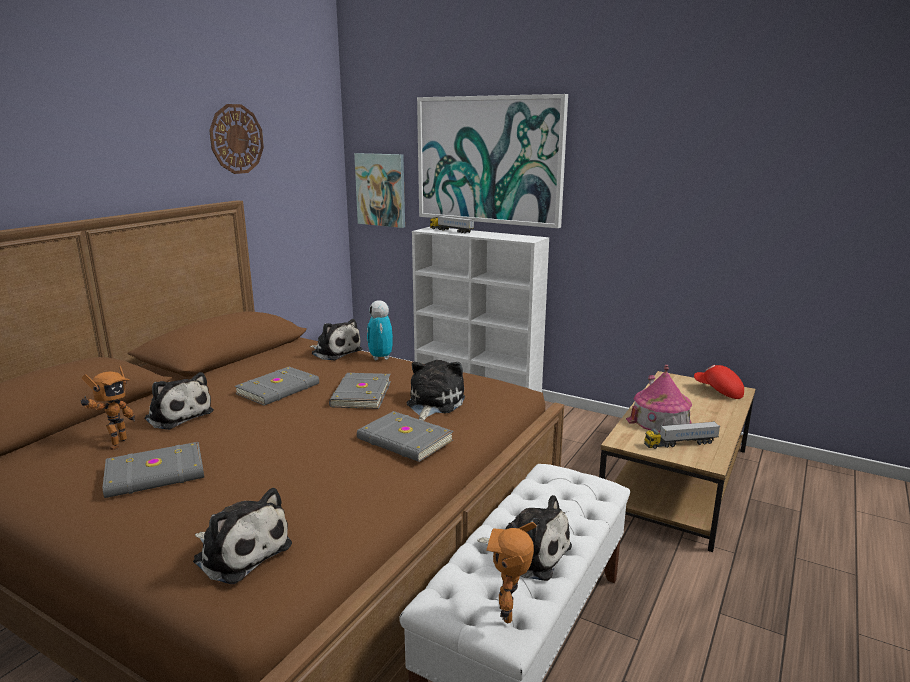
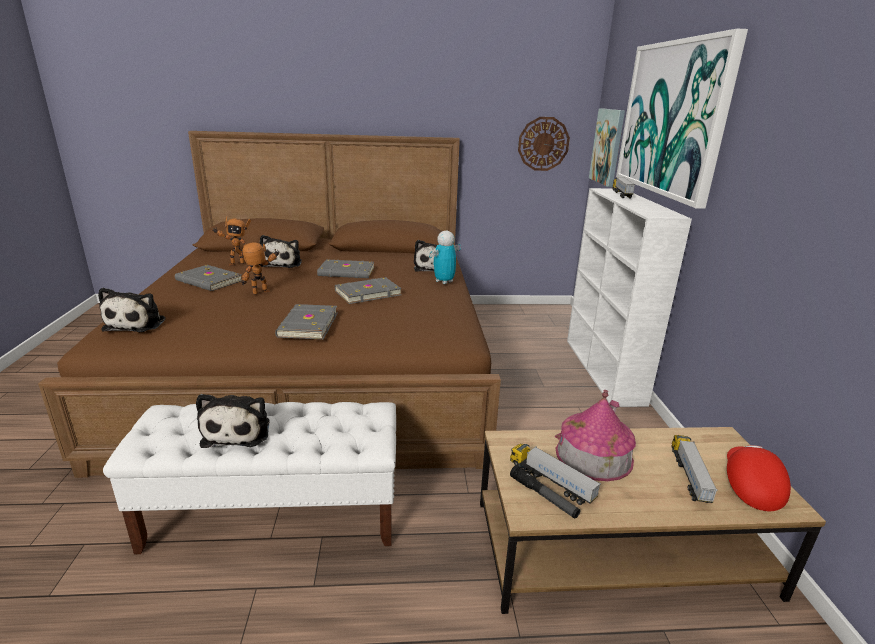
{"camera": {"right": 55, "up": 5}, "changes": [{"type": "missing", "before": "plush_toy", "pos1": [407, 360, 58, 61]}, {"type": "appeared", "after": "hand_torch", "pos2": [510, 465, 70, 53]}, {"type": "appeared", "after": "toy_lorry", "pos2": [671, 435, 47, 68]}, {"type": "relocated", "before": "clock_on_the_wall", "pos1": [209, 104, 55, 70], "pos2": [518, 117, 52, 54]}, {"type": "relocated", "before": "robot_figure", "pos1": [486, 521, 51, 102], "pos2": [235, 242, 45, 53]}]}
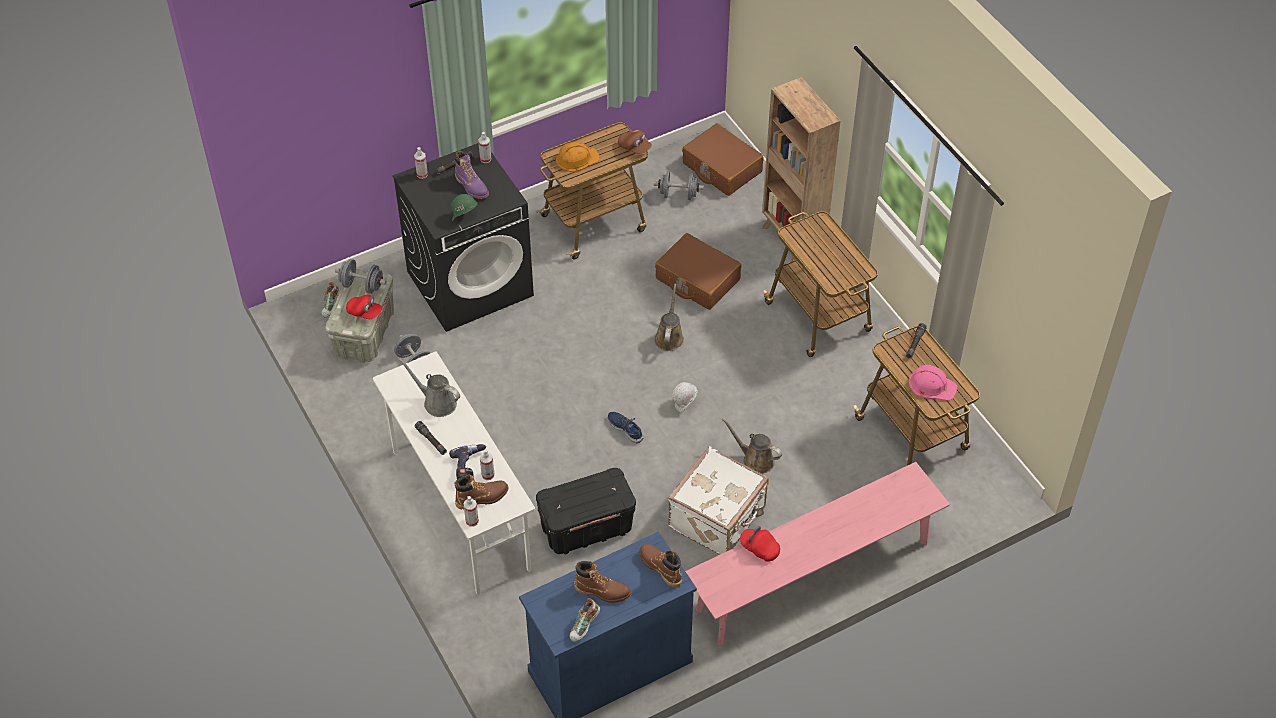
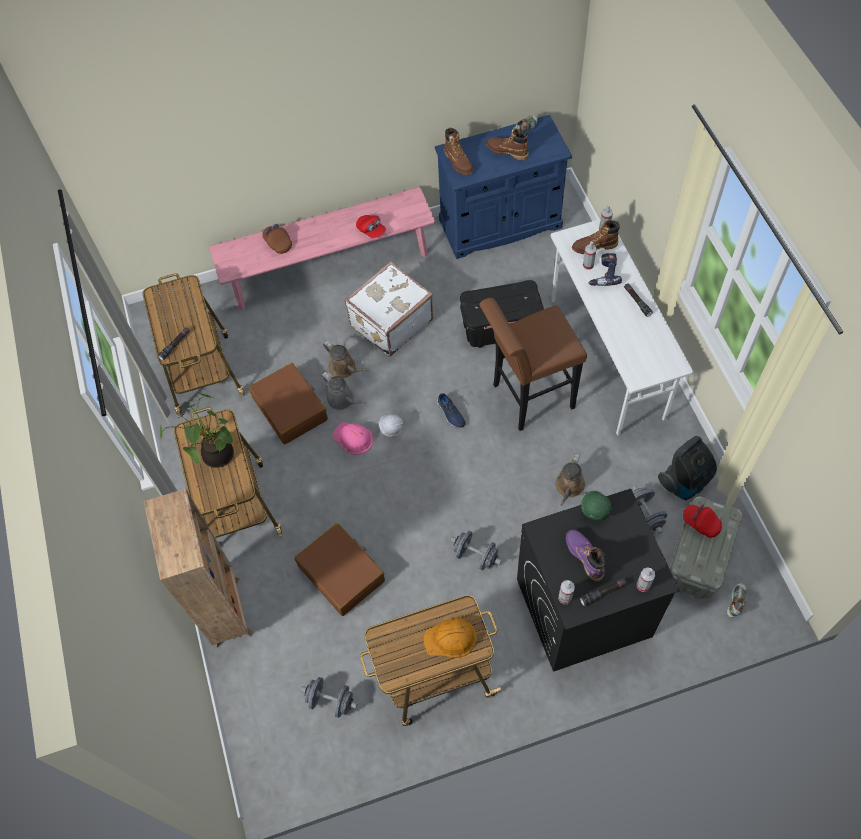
{"camera": {"right": -165, "up": 10}, "changes": [{"type": "appeared", "after": "houseplant", "pos2": [159, 393, 75, 75]}, {"type": "appeared", "after": "brownish_stool_seat", "pos2": [479, 298, 108, 133]}, {"type": "appeared", "after": "hoover", "pos2": [658, 436, 59, 64]}, {"type": "relocated", "before": "gray_hand_weight", "pos1": [335, 259, 52, 35], "pos2": [450, 531, 52, 39]}, {"type": "relocated", "before": "gray_watering_pot", "pos1": [398, 358, 62, 59], "pos2": [321, 372, 44, 38]}, {"type": "relocated", "before": "brownish_baseball_cap", "pos1": [618, 131, 34, 23], "pos2": [262, 224, 30, 30]}, {"type": "relocated", "before": "brownish_watering_pot", "pos1": [654, 284, 30, 67], "pos2": [555, 453, 30, 53]}, {"type": "relocated", "before": "brownish_suitcase", "pos1": [682, 123, 82, 73], "pos2": [249, 363, 79, 82]}, {"type": "relocated", "before": "pink_work_helmet", "pos1": [909, 365, 48, 35], "pos2": [332, 422, 41, 33]}]}
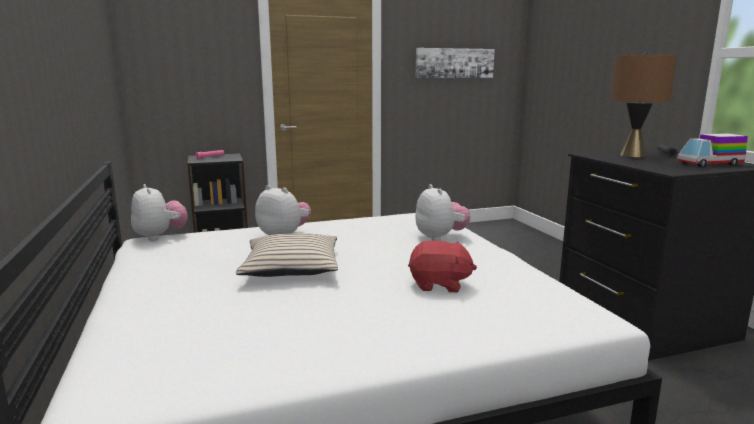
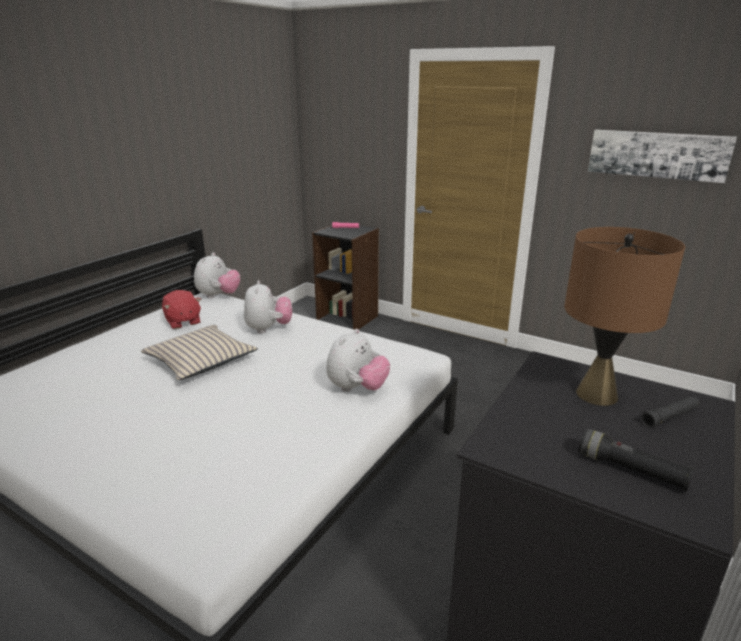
{"camera": {"right": 50, "up": 10}, "changes": [{"type": "relocated", "before": "red-coloured_plush_toy", "pos1": [408, 240, 69, 52], "pos2": [162, 290, 39, 39]}, {"type": "exchanged", "before": "toy_lorry", "after": "black-coloured_hand_torch", "pos1": [677, 133, 71, 34], "pos2": [578, 429, 116, 63]}]}
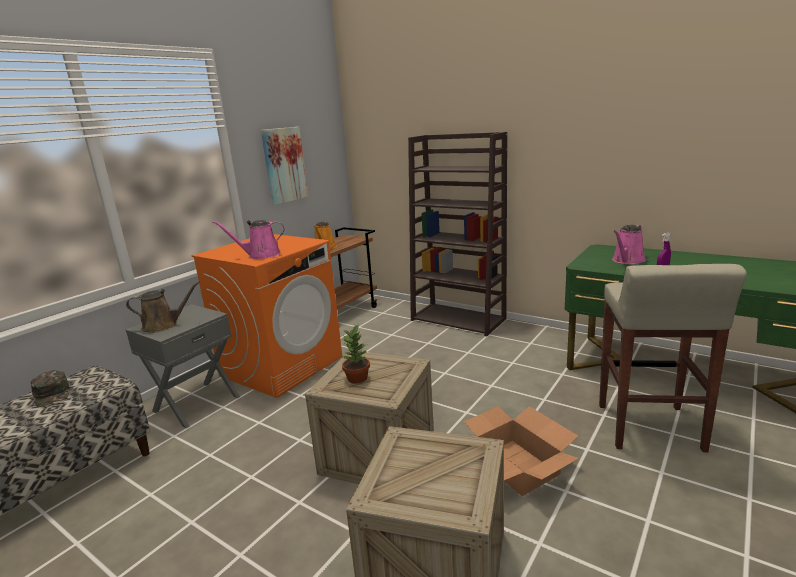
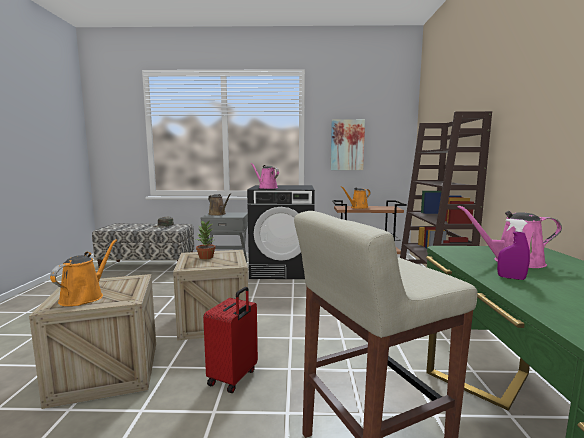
{"camera": {"right": 55, "up": -10}, "changes": [{"type": "appeared", "after": "orange-coloured_watering_pot", "pos2": [50, 239, 67, 67]}, {"type": "exchanged", "before": "packing_box", "after": "red-coloured_suitcase", "pos1": [464, 406, 115, 90], "pos2": [203, 287, 55, 106]}, {"type": "colour", "before": "orange-coloured_laundry_machine", "after": "black-coloured_laundry_machine", "pos1": [191, 234, 151, 164], "pos2": [247, 185, 68, 94]}]}
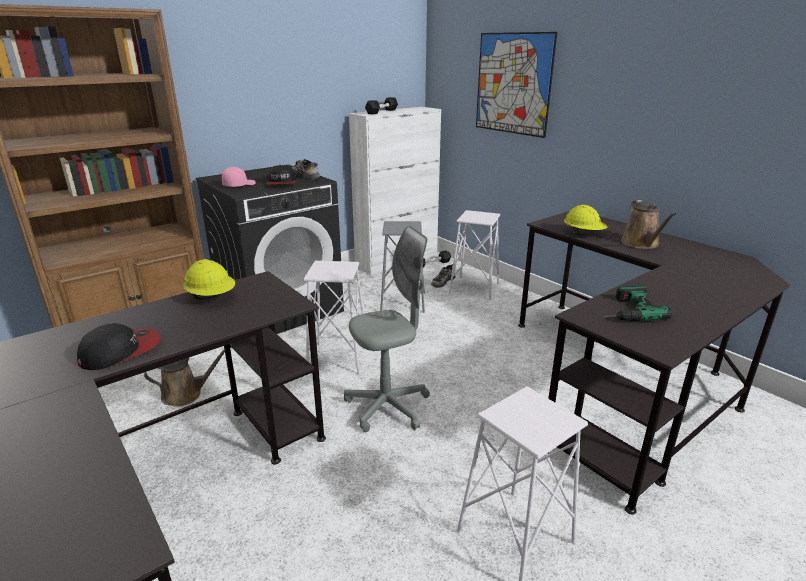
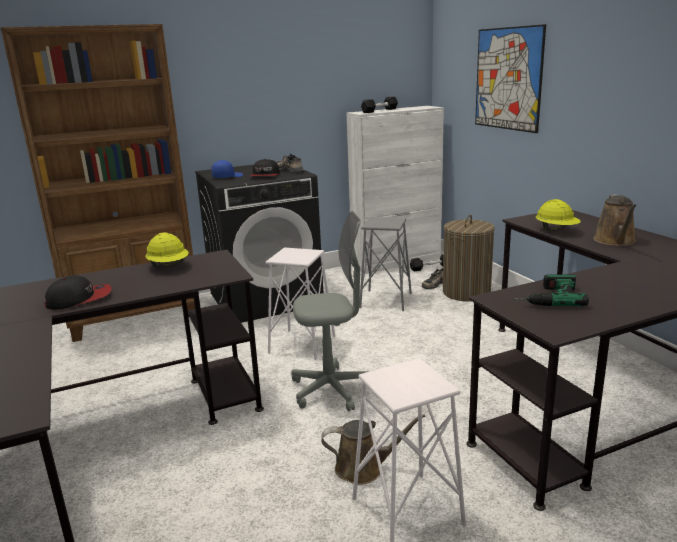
{"camera": {"right": 15, "up": -5}, "changes": [{"type": "relocated", "before": "brownish_watering_pot", "pos1": [144, 350, 81, 57], "pos2": [321, 414, 104, 71]}, {"type": "exchanged", "before": "whitish_stool_seat", "after": "washing_basket", "pos1": [449, 210, 51, 90], "pos2": [443, 215, 52, 87]}, {"type": "colour", "before": "pink_baseball_cap", "after": "blue-coloured_baseball_cap", "pos1": [222, 167, 34, 20], "pos2": [212, 160, 31, 18]}]}
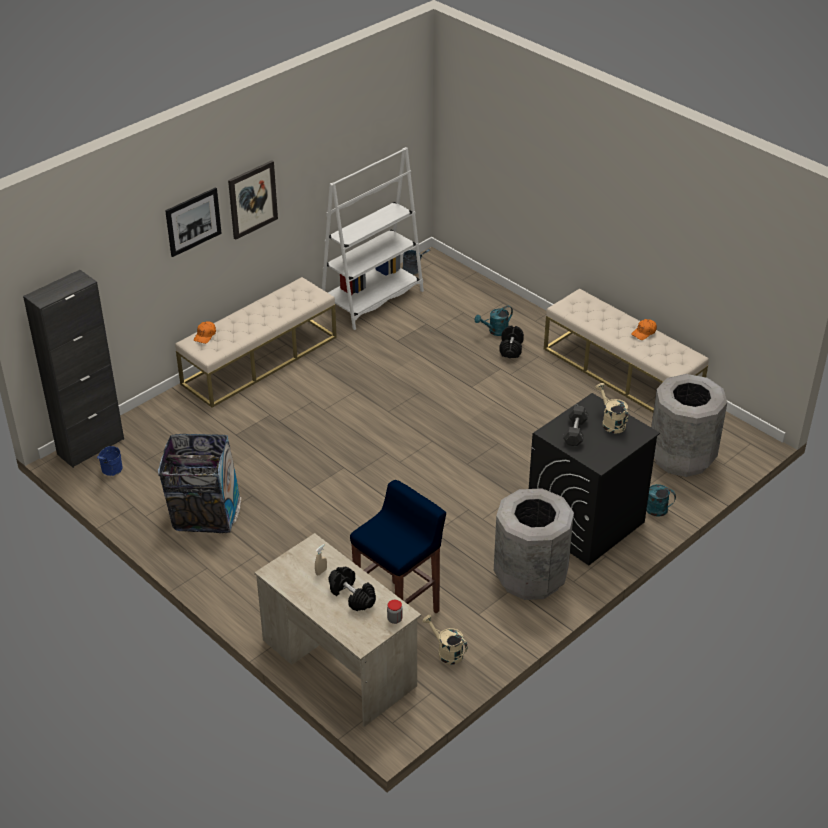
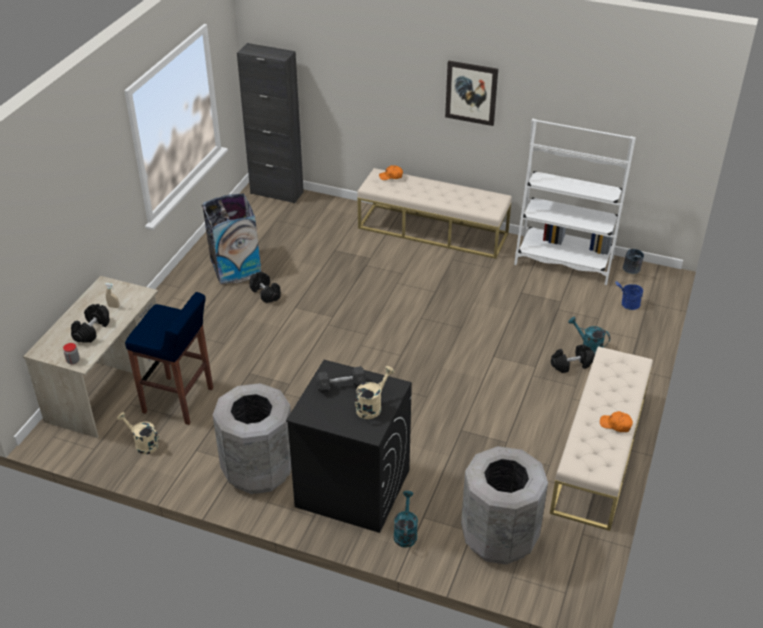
{"camera": {"right": 65, "up": 0}, "changes": [{"type": "missing", "before": "wall_art", "pos1": [165, 187, 57, 70]}, {"type": "appeared", "after": "black-coloured_hand_weight", "pos2": [249, 272, 32, 31]}, {"type": "relocated", "before": "blue-coloured_water_bucket", "pos1": [97, 446, 26, 30], "pos2": [615, 281, 28, 29]}, {"type": "spun", "before": "beige_watering_pot", "pos1": [423, 615, 45, 49], "pos2": [117, 412, 42, 42], "turn": -75}]}
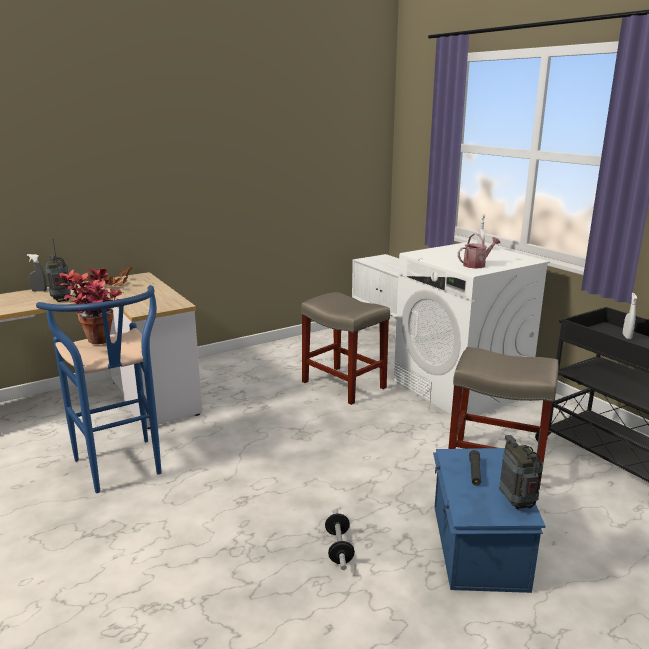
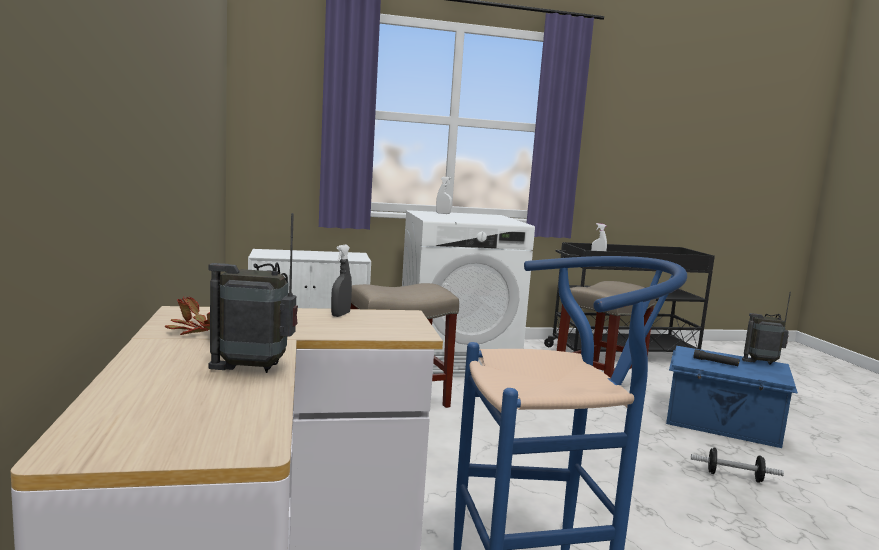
{"camera": {"right": -70, "up": -10}, "changes": [{"type": "missing", "before": "houseplant", "pos1": [59, 267, 65, 77]}, {"type": "missing", "before": "watering_pot", "pos1": [458, 233, 42, 35]}, {"type": "relocated", "before": "gray_sprayer", "pos1": [27, 254, 20, 38], "pos2": [331, 245, 21, 72]}]}
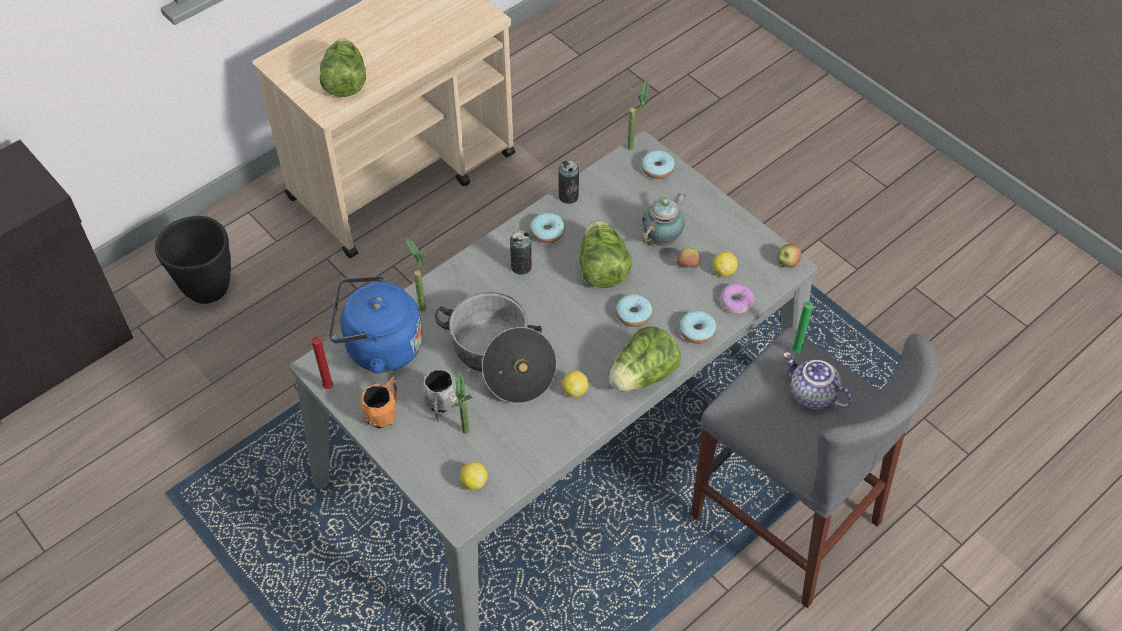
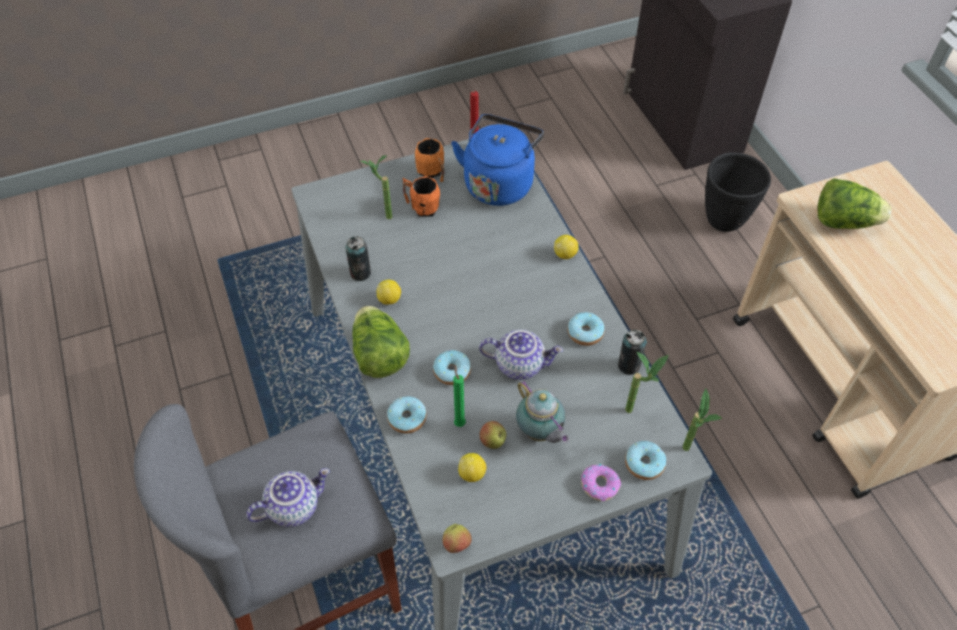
{"camera": {"right": 110, "up": 0}, "changes": [{"type": "missing", "before": "cooking_pot", "pos1": [435, 292, 122, 111]}, {"type": "relocated", "before": "houseplant", "pos1": [405, 237, 21, 75], "pos2": [625, 352, 44, 61]}, {"type": "relocated", "before": "lemon", "pos1": [460, 462, 28, 28], "pos2": [554, 235, 25, 24]}, {"type": "relocated", "before": "can", "pos1": [510, 230, 22, 45], "pos2": [345, 236, 26, 45]}, {"type": "relocated", "before": "doughnut", "pos1": [721, 283, 33, 31], "pos2": [581, 464, 40, 37]}, {"type": "relocated", "before": "green_wax_candle", "pos1": [792, 301, 21, 53], "pos2": [453, 365, 13, 62]}, {"type": "exchanged", "before": "lettuce", "after": "tea_pot", "pos1": [579, 221, 53, 67], "pos2": [479, 330, 84, 50]}, {"type": "colour", "before": "gray_coffee_mug", "after": "orange-coloured_coffee_mug", "pos1": [422, 369, 35, 53], "pos2": [402, 176, 38, 41]}]}
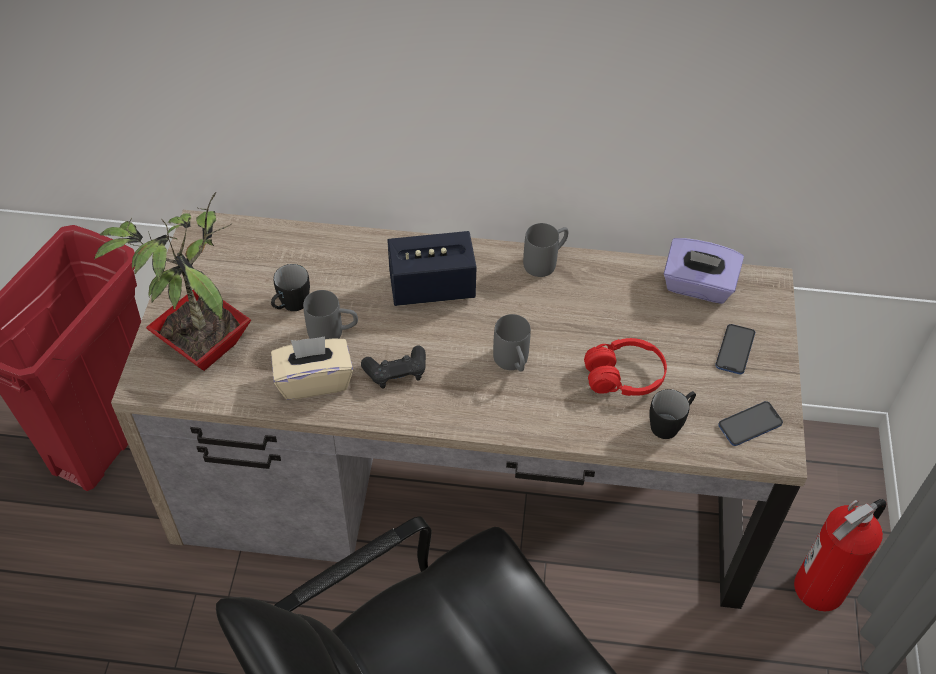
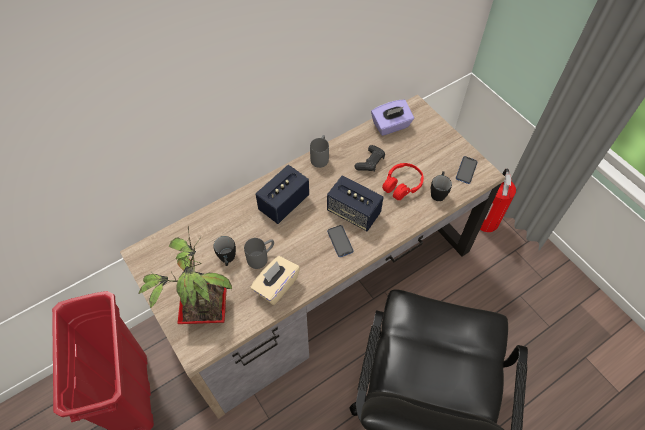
{"camera": {"right": -40, "up": 5}, "changes": [{"type": "relocated", "before": "black-coloured_gamepad", "pos1": [361, 346, 65, 43], "pos2": [355, 145, 30, 27]}, {"type": "relocated", "before": "phone", "pos1": [715, 324, 40, 50], "pos2": [327, 225, 26, 32]}, {"type": "exchanged", "before": "gray_coffee_mug", "after": "audio_speaker", "pos1": [493, 314, 38, 58], "pos2": [327, 175, 56, 56]}]}
